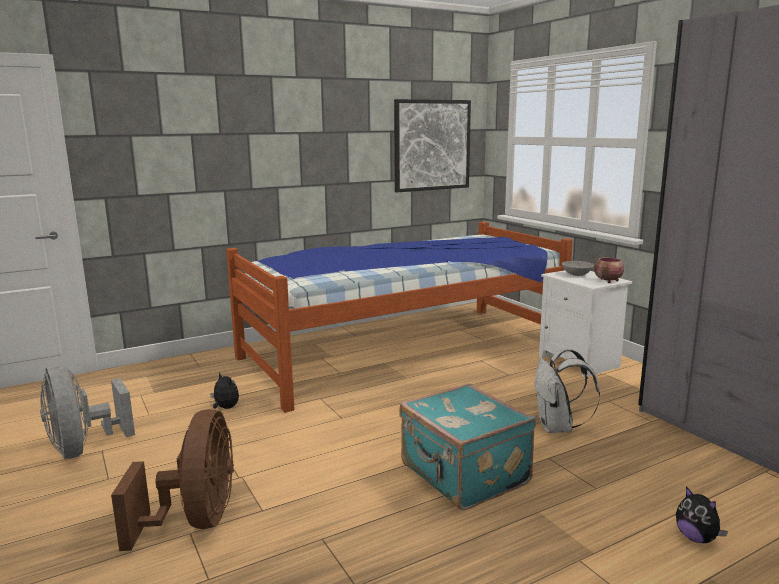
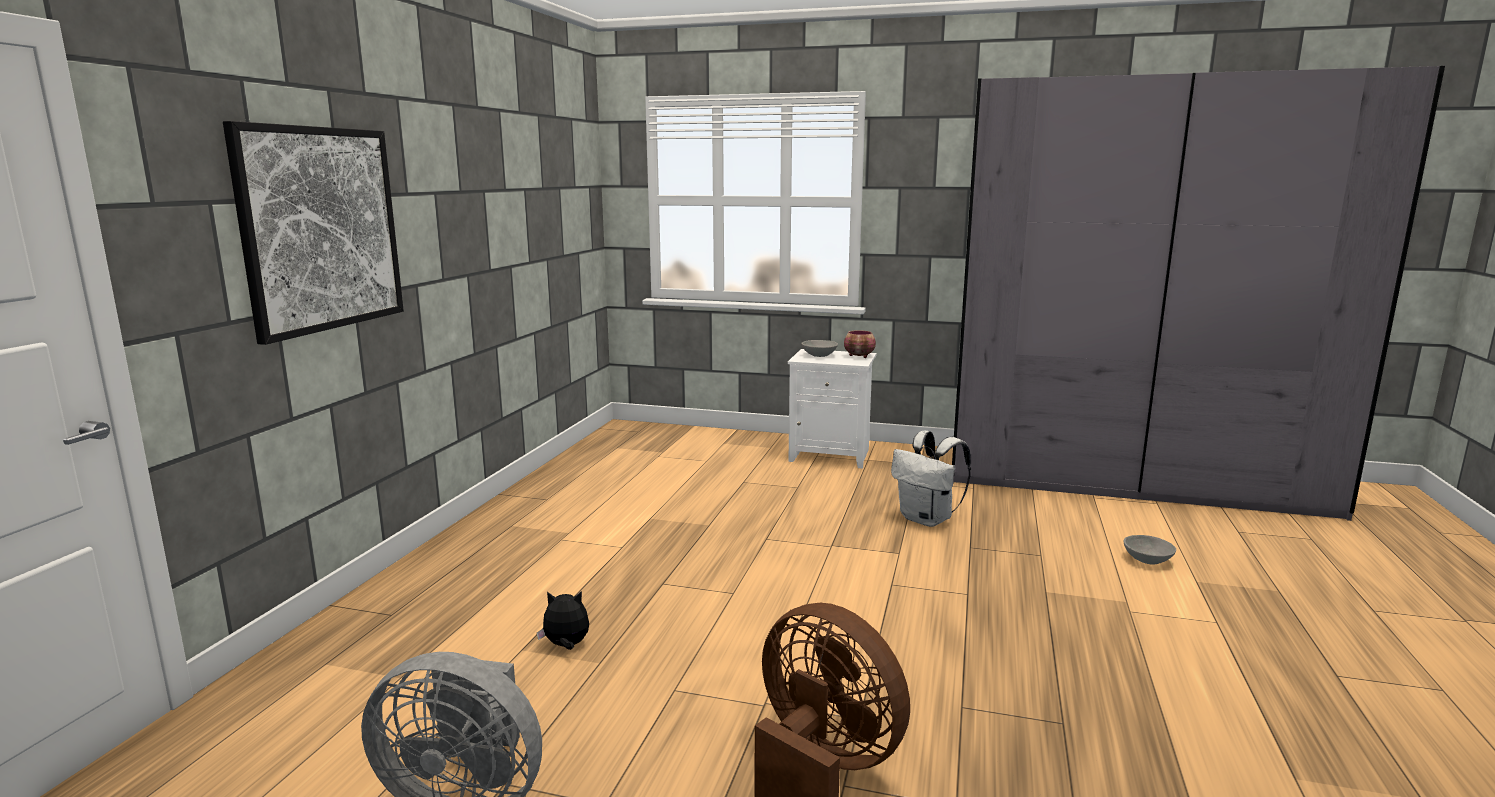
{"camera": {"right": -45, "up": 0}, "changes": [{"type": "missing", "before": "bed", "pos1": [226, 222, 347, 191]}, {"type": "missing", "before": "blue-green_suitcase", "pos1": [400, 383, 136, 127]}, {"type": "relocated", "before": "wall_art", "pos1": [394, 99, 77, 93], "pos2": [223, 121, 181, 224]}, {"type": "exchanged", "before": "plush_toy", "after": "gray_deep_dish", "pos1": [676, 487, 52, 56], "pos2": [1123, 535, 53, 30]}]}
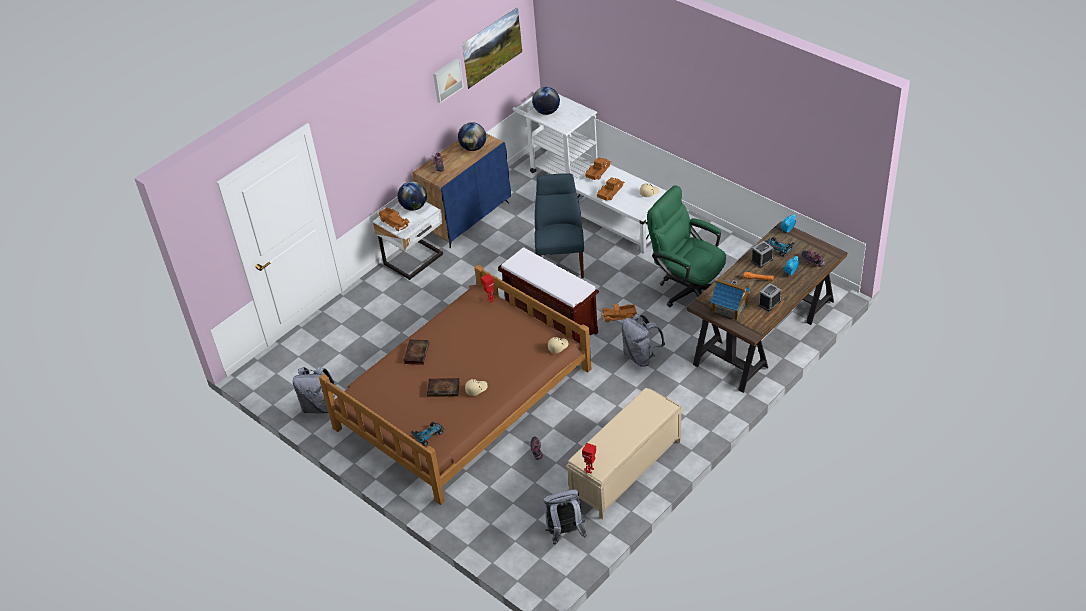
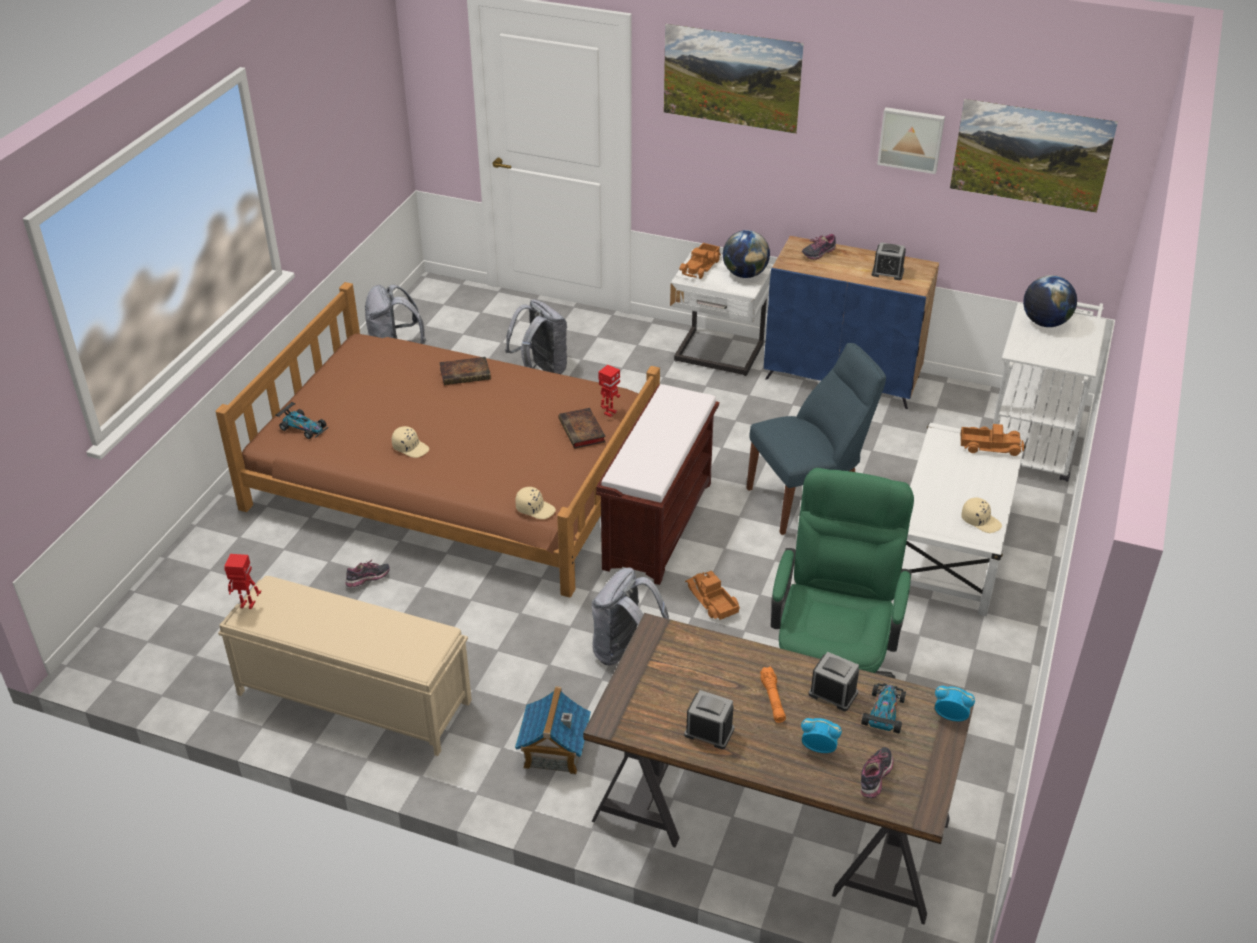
{"camera": {"right": 65, "up": -5}, "changes": [{"type": "missing", "before": "toy_lorry", "pos1": [597, 177, 28, 24]}, {"type": "appeared", "after": "wall_art", "pos2": [664, 24, 140, 110]}, {"type": "relocated", "before": "bound_book", "pos1": [427, 378, 33, 19], "pos2": [558, 408, 48, 41]}, {"type": "relocated", "before": "gray_rucksack", "pos1": [544, 489, 43, 56], "pos2": [505, 299, 62, 75]}, {"type": "relocated", "before": "model_house", "pos1": [710, 279, 41, 42], "pos2": [515, 686, 76, 89]}, {"type": "exchanged", "before": "desk_globe", "after": "bedside_clock", "pos1": [458, 122, 28, 29], "pos2": [872, 242, 34, 38]}]}
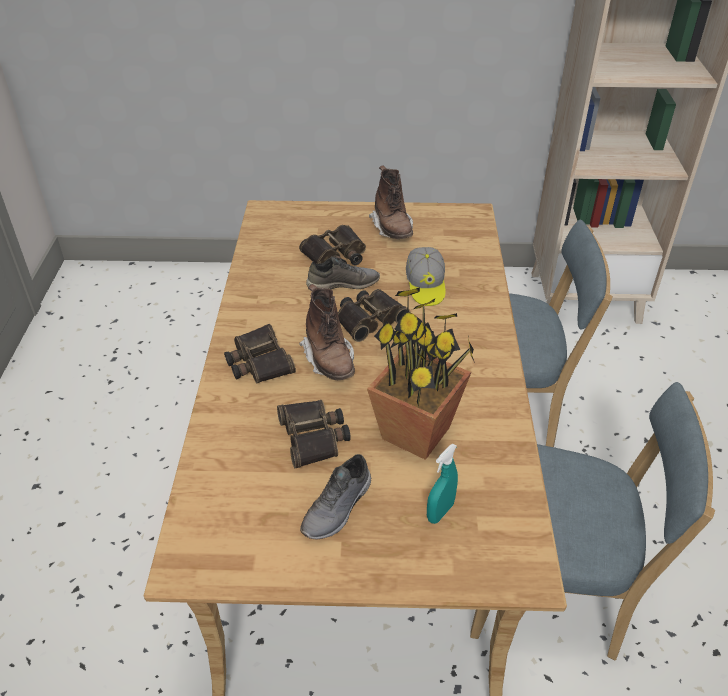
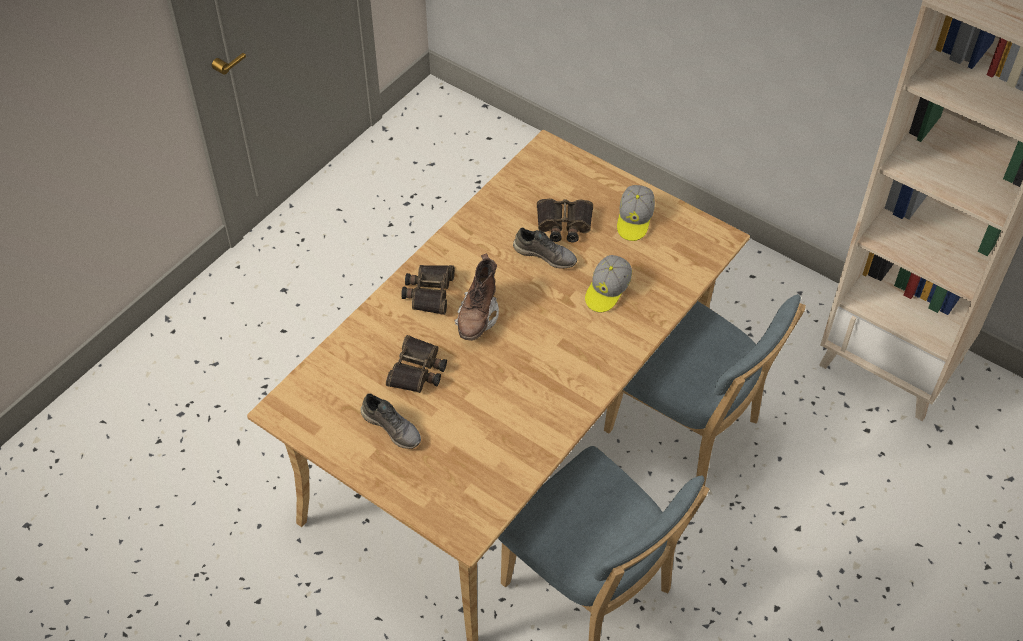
{"camera": {"right": 35, "up": 10}, "changes": [{"type": "missing", "before": "binoculars", "pos1": [338, 289, 72, 53]}, {"type": "missing", "before": "houseplant", "pos1": [367, 287, 108, 173]}, {"type": "missing", "before": "blue-green_sprayer", "pos1": [427, 444, 31, 80]}, {"type": "exchanged", "before": "brownish_boot", "after": "baseball_cap", "pos1": [369, 165, 44, 74], "pos2": [617, 185, 38, 56]}, {"type": "spun", "before": "gray_shoe", "pos1": [300, 454, 71, 86], "pos2": [361, 393, 60, 56], "turn": -120}]}
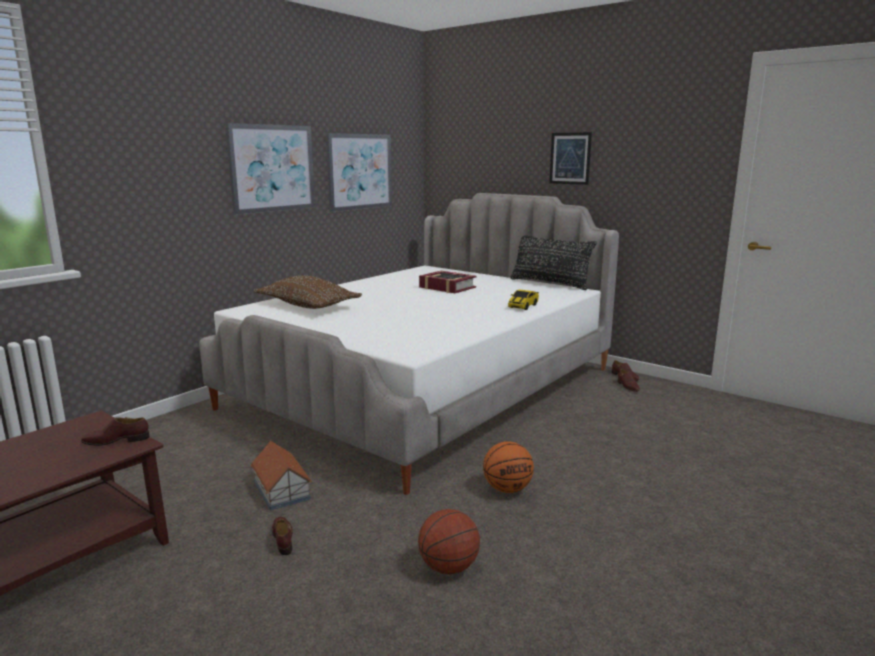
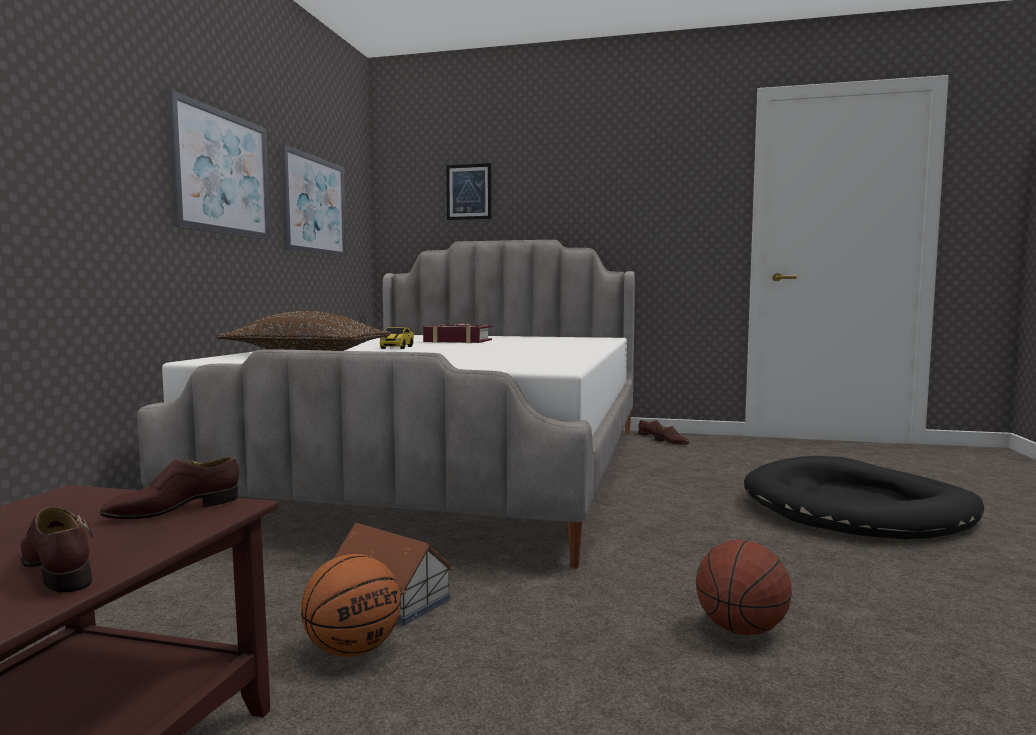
{"camera": {"right": -25, "up": -10}, "changes": [{"type": "missing", "before": "black-coloured_cushion", "pos1": [510, 235, 87, 55]}, {"type": "appeared", "after": "black-coloured_pet_bed", "pos2": [744, 456, 240, 83]}, {"type": "relocated", "before": "brownish_shoe", "pos1": [272, 517, 21, 38], "pos2": [21, 506, 71, 87]}, {"type": "relocated", "before": "ball_for_basketball", "pos1": [483, 441, 51, 52], "pos2": [301, 554, 100, 103]}, {"type": "relocated", "before": "toy_car", "pos1": [508, 290, 31, 20], "pos2": [379, 327, 35, 22]}, {"type": "relocated", "before": "wall_art", "pos1": [549, 132, 43, 53], "pos2": [446, 163, 45, 57]}]}
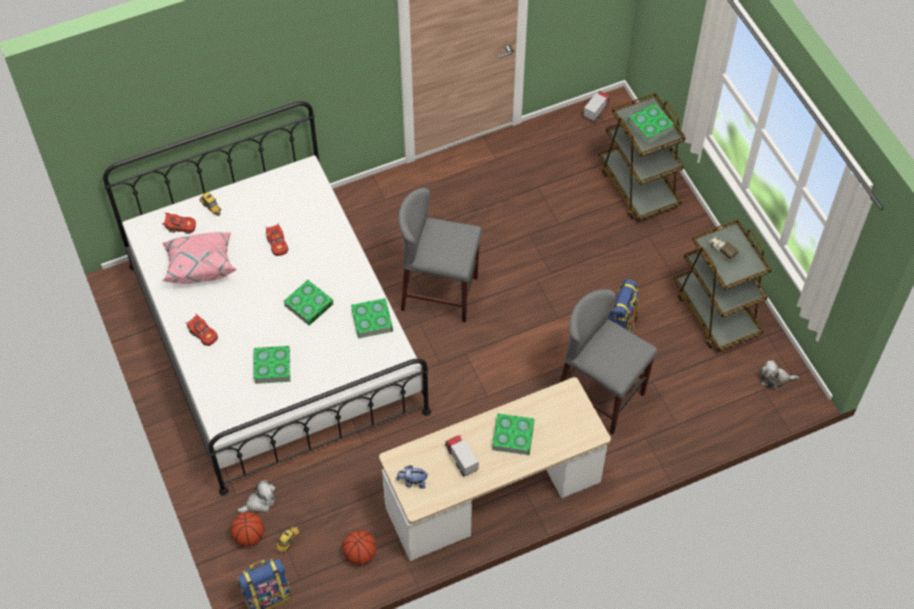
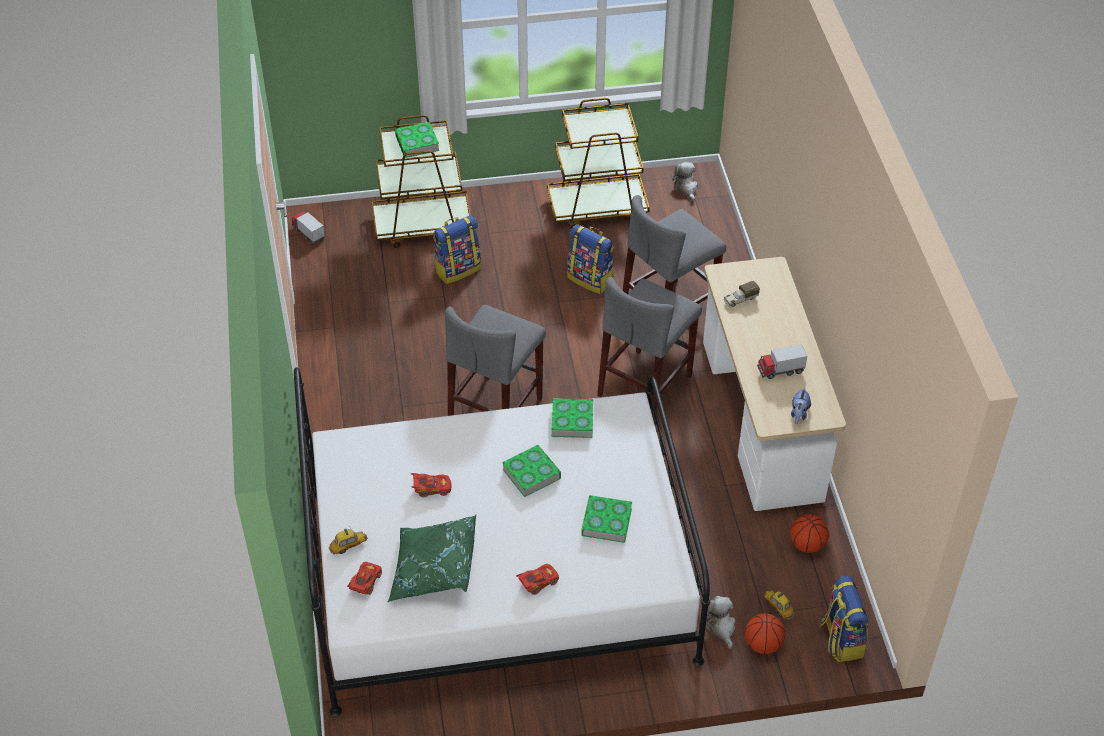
{"camera": {"right": -75, "up": -10}, "changes": [{"type": "missing", "before": "bound_book", "pos1": [492, 413, 43, 42]}, {"type": "appeared", "after": "rucksack", "pos2": [433, 215, 48, 69]}, {"type": "appeared", "after": "gray_stool_seat", "pos2": [597, 277, 105, 140]}, {"type": "relocated", "before": "toy_lorry", "pos1": [709, 236, 30, 25], "pos2": [724, 281, 36, 26]}, {"type": "colour", "before": "pink_cushion", "after": "green_cushion", "pos1": [162, 232, 76, 52], "pos2": [388, 515, 88, 87]}, {"type": "spun", "before": "plush_toy", "pos1": [760, 361, 39, 29], "pos2": [672, 162, 26, 39], "turn": 150}]}
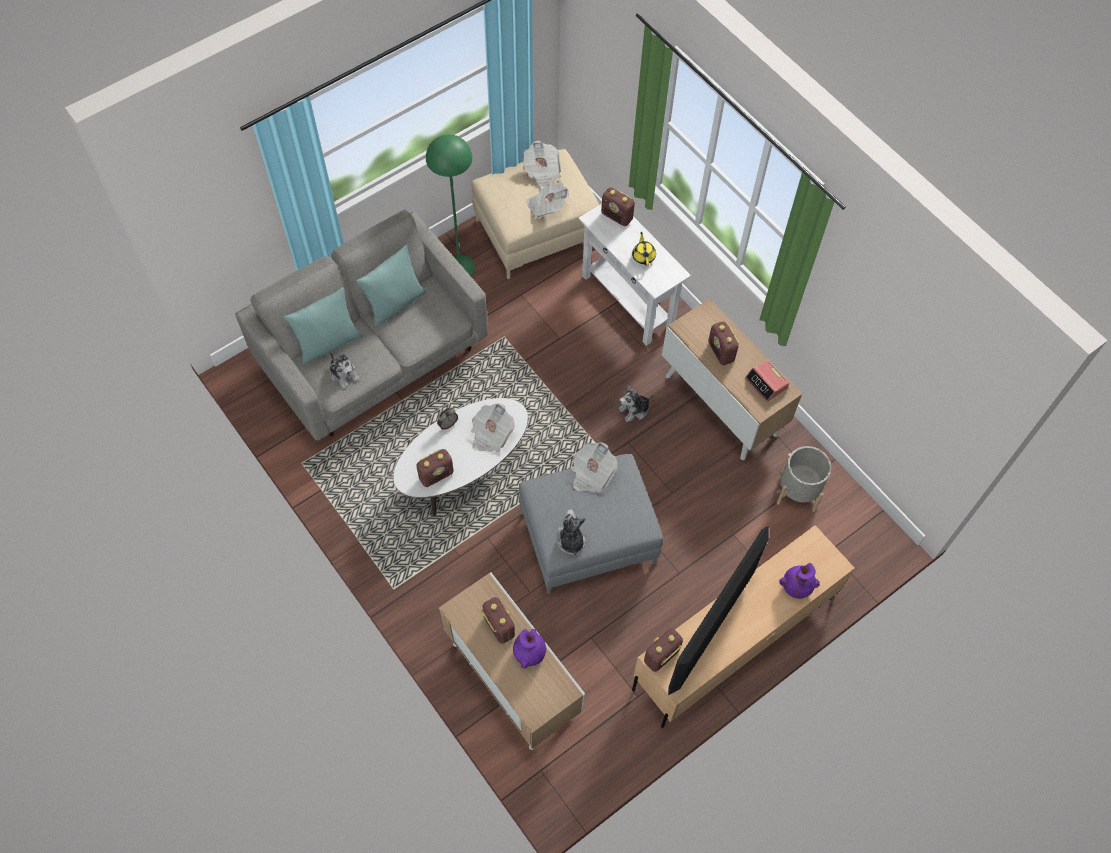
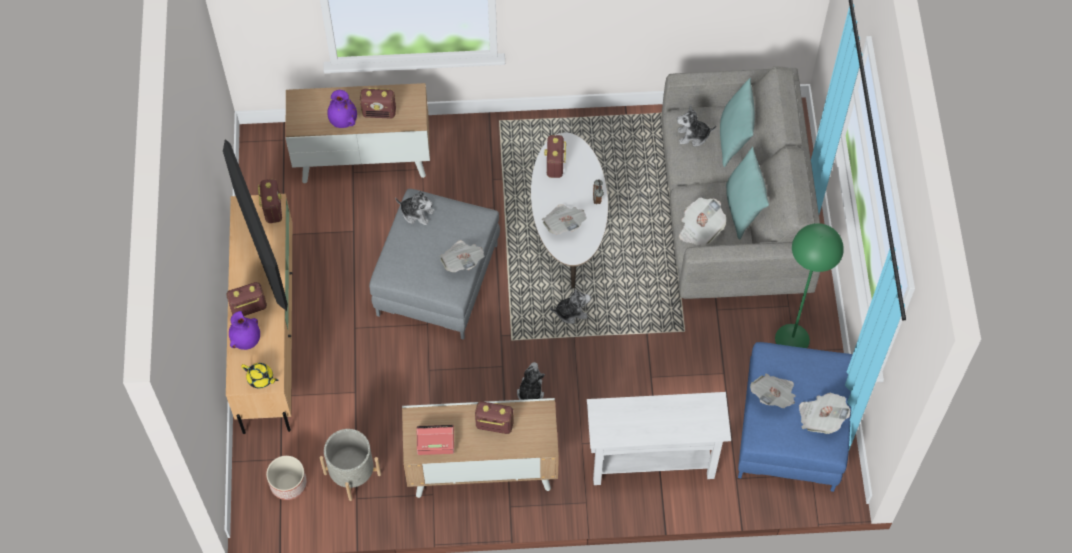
{"camera": {"right": 125, "up": 0}, "changes": [{"type": "appeared", "after": "flower_pot", "pos2": [266, 456, 41, 44]}, {"type": "appeared", "after": "plush_toy", "pos2": [550, 290, 41, 34]}, {"type": "appeared", "after": "printed_paper", "pos2": [679, 198, 47, 48]}, {"type": "relocated", "before": "radio_set", "pos1": [601, 187, 34, 39], "pos2": [226, 282, 41, 34]}, {"type": "relocated", "before": "yellowish_tea_pot", "pos1": [632, 232, 24, 34], "pos2": [241, 363, 37, 26]}, {"type": "colour", "before": "beige_pouffe", "after": "blue-coloured_pouffe", "pos1": [471, 149, 128, 130], "pos2": [738, 342, 115, 150]}]}
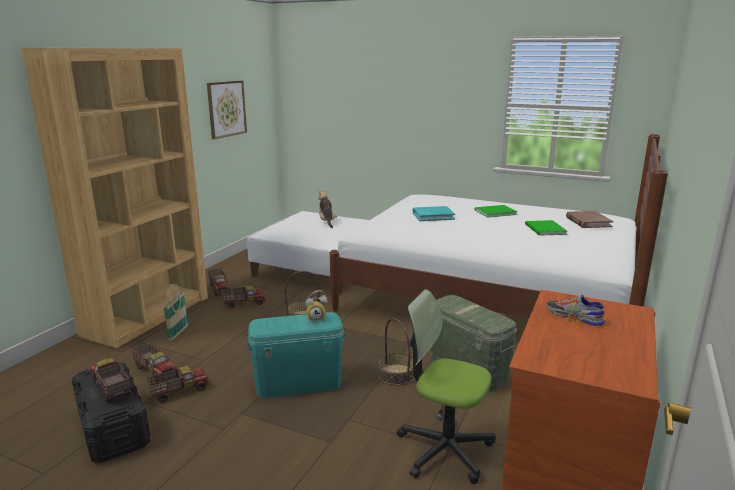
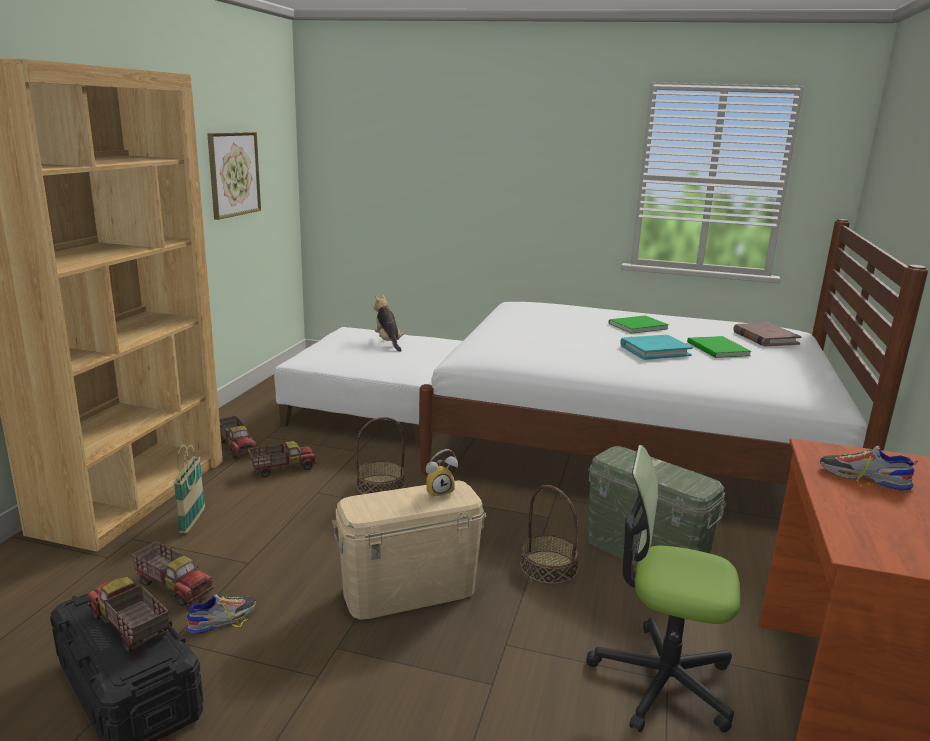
{"camera": {"right": -10, "up": 0}, "changes": [{"type": "relocated", "before": "blue-green_bound_book", "pos1": [413, 206, 42, 15], "pos2": [620, 335, 73, 25]}, {"type": "exchanged", "before": "toy_lorry", "after": "shoe", "pos1": [145, 366, 64, 37], "pos2": [185, 594, 71, 40]}, {"type": "colour", "before": "blue-green_storage_box", "after": "beige_storage_box", "pos1": [246, 312, 100, 86], "pos2": [332, 481, 154, 139]}]}
